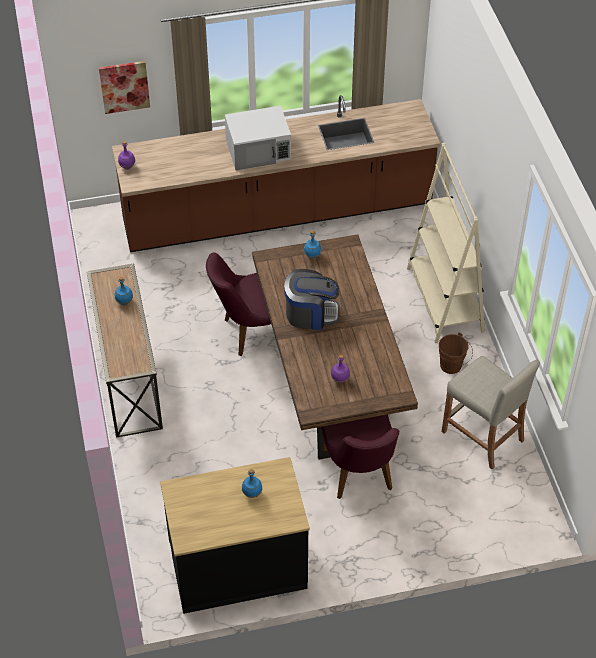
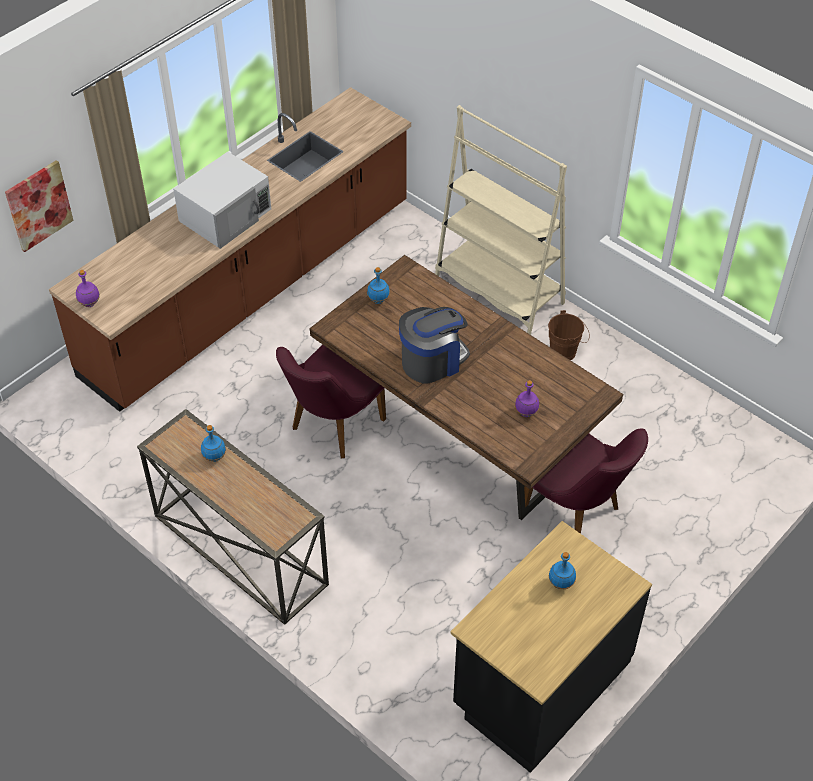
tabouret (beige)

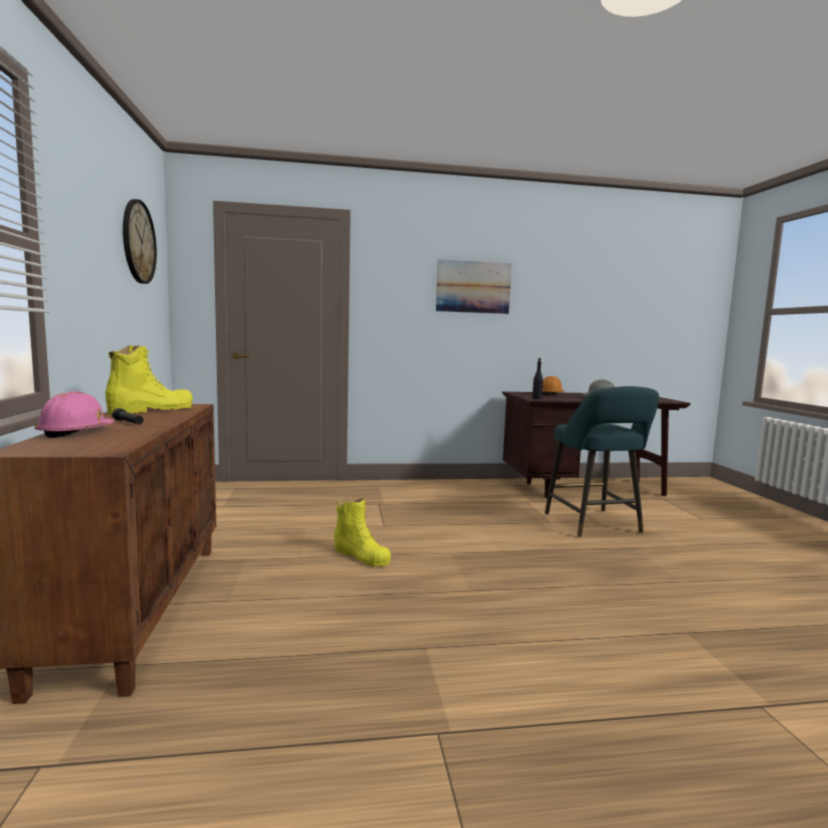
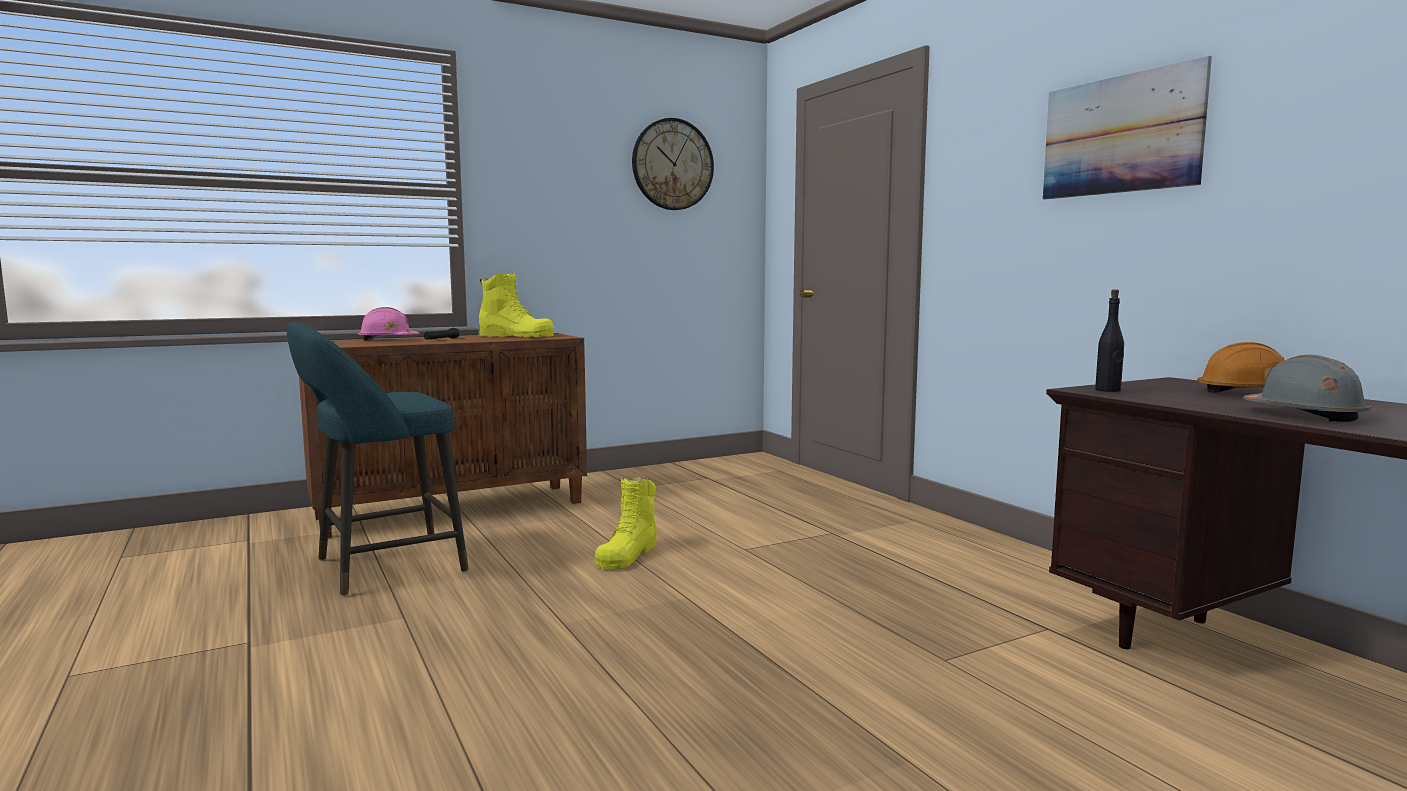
tabouret (turquoise)

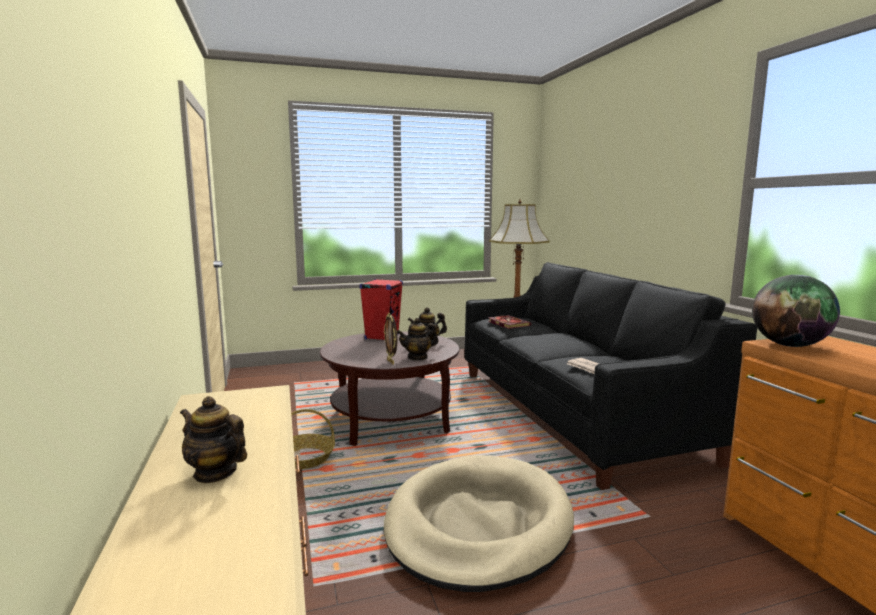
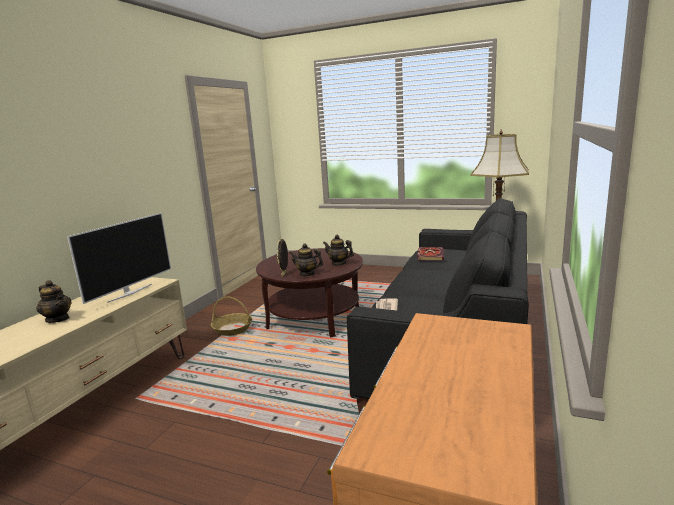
théière (1st from left)
enceinte (rouge)
panier pour chien (beige)
globe
téléviseur

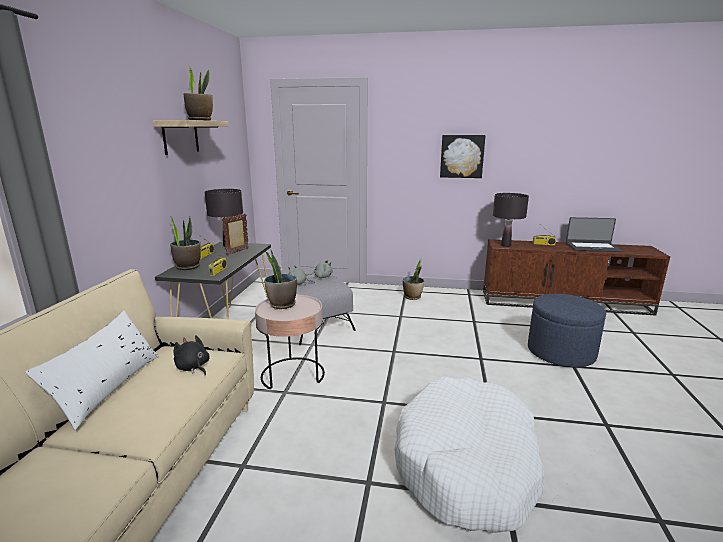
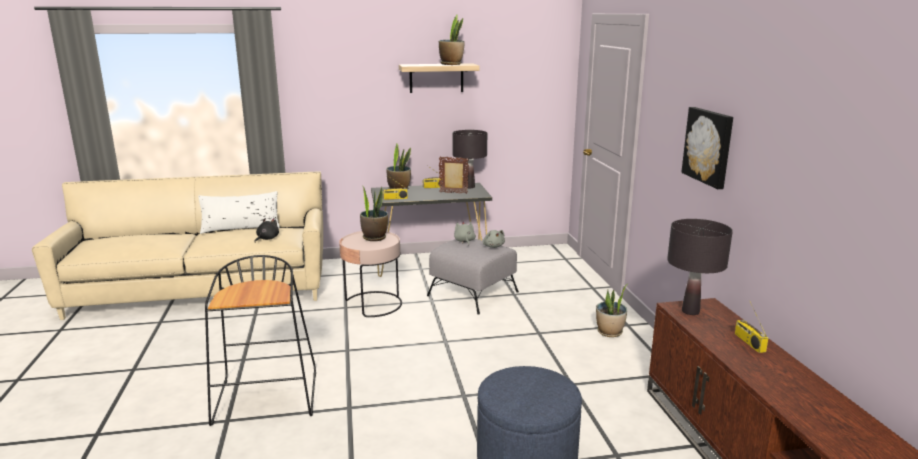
tabouret (noir)
ordinateur portable

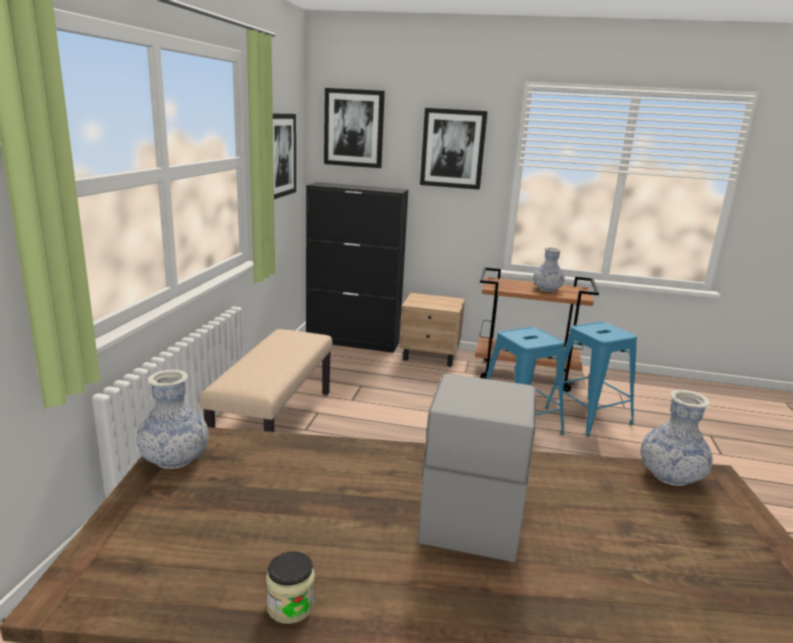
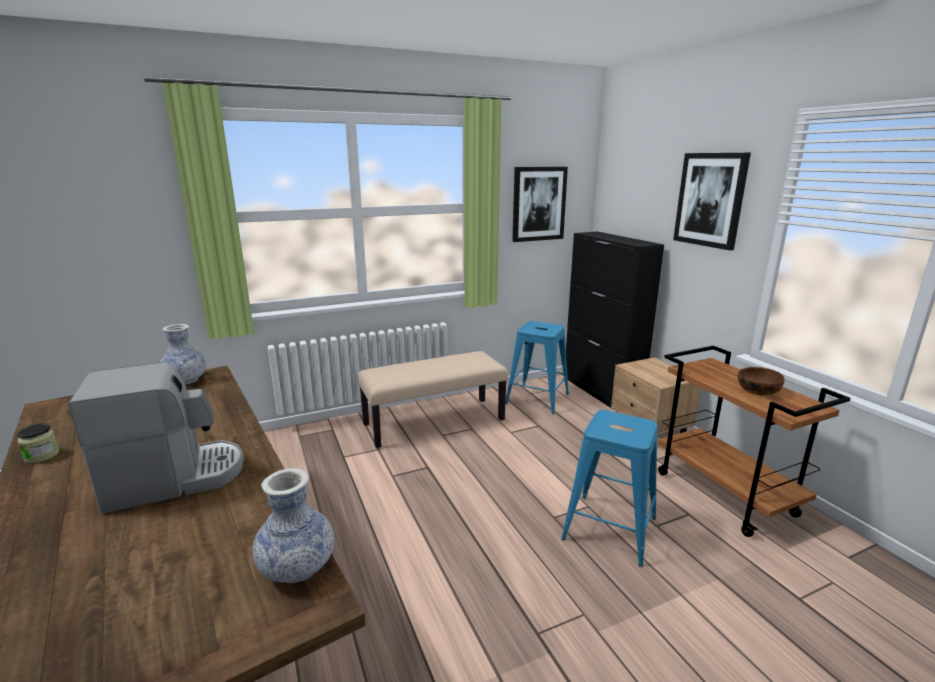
tableau (2nd from left in the first image)
bol (marron)
tabouret (bleu) (1st from left)

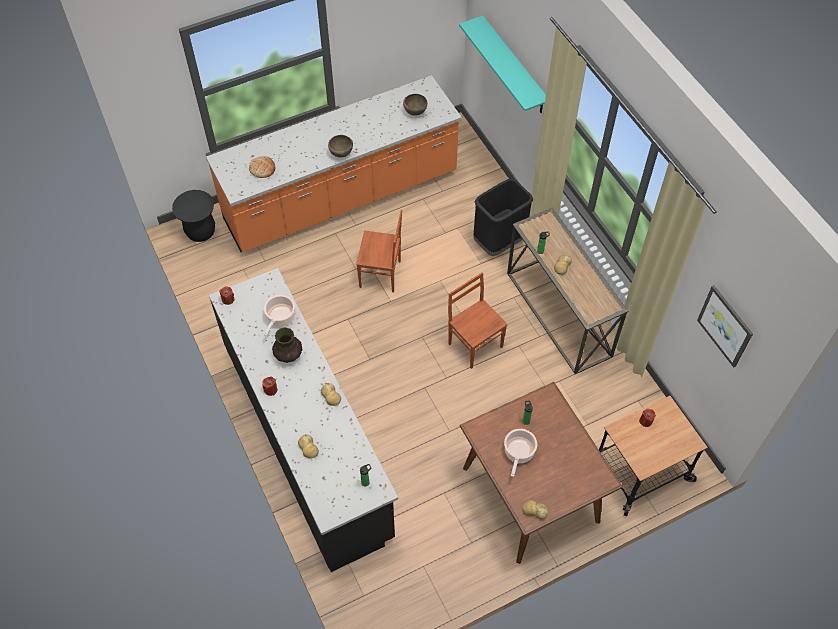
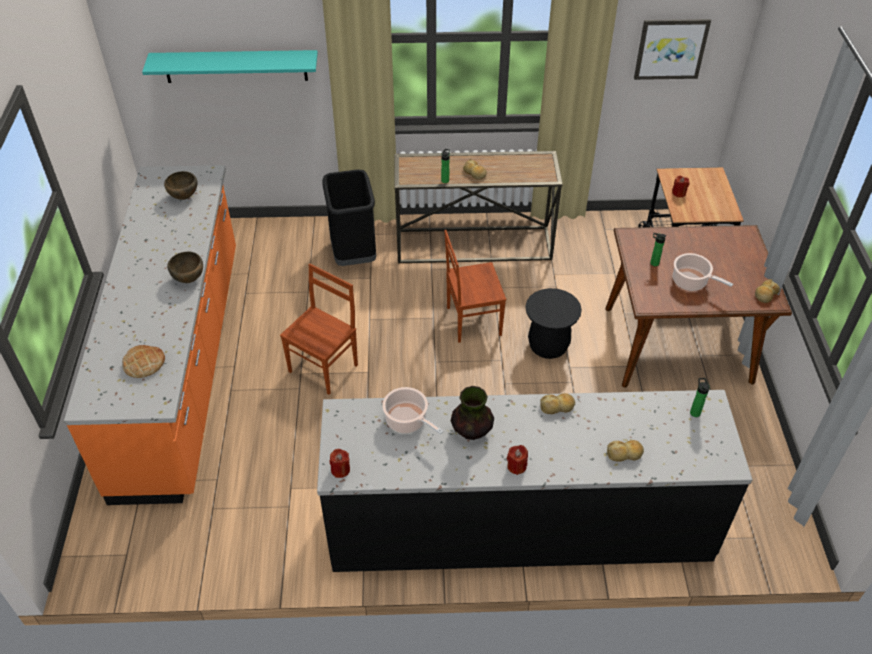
tabouret (noir)

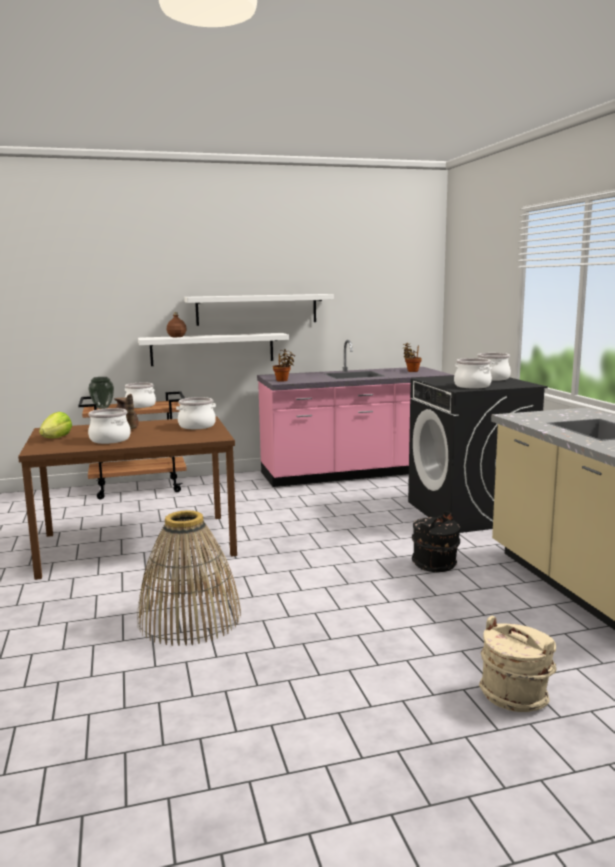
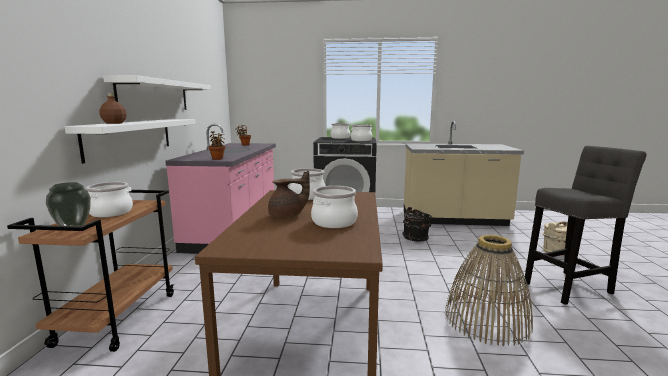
laitue
tabouret (gris)

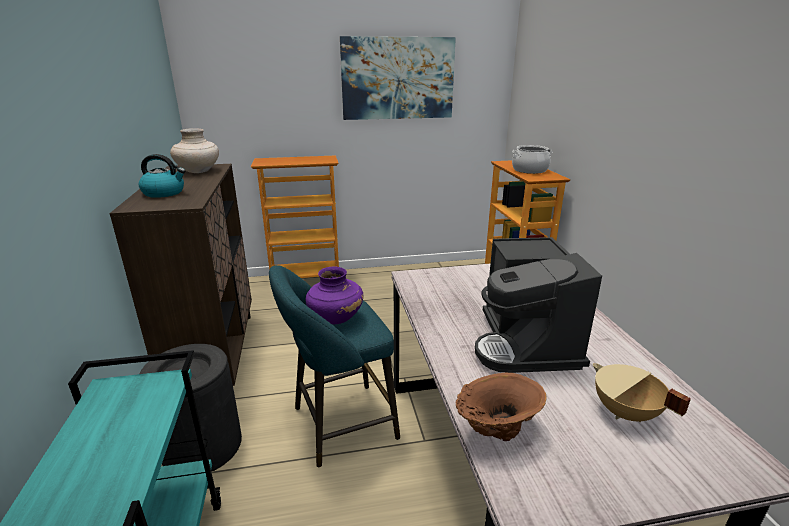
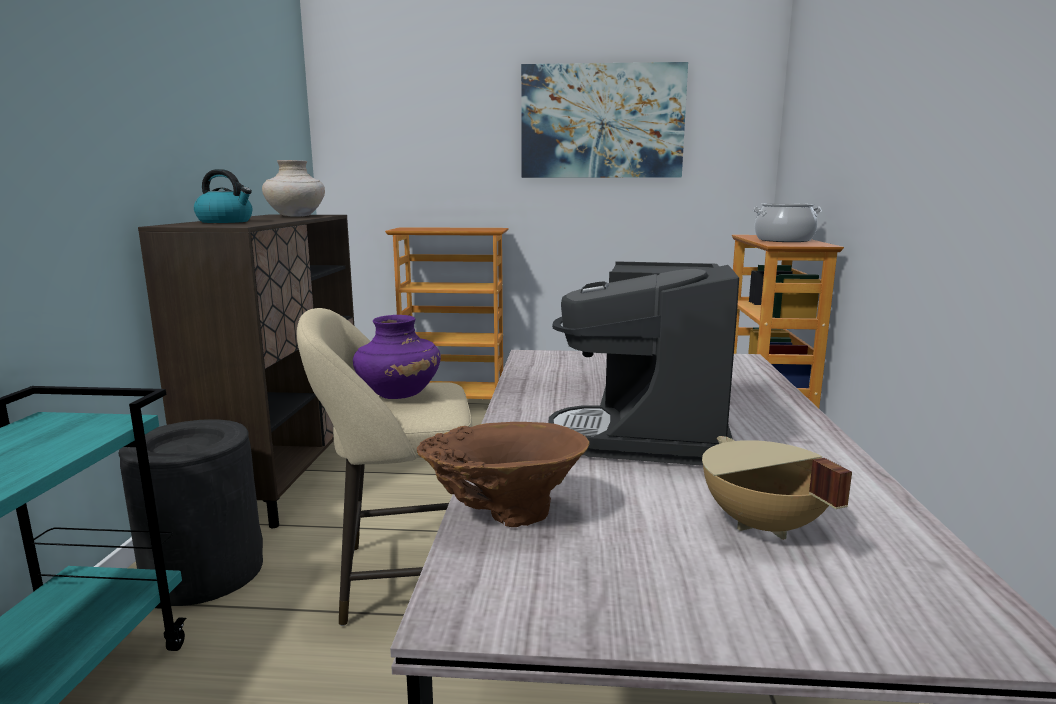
tabouret (beige)

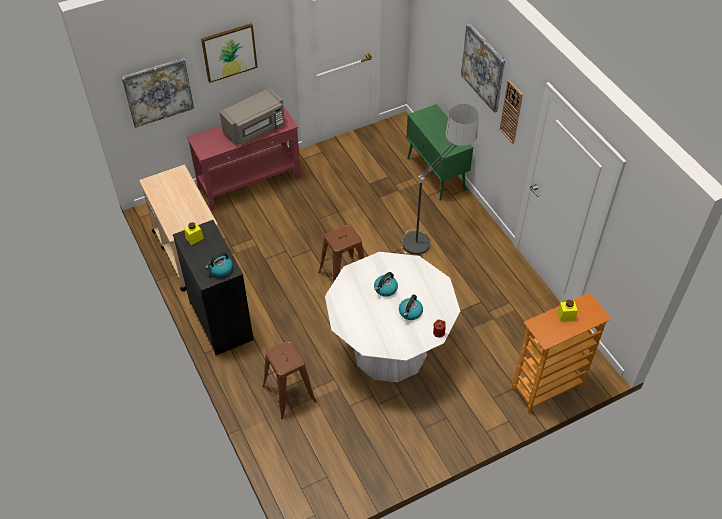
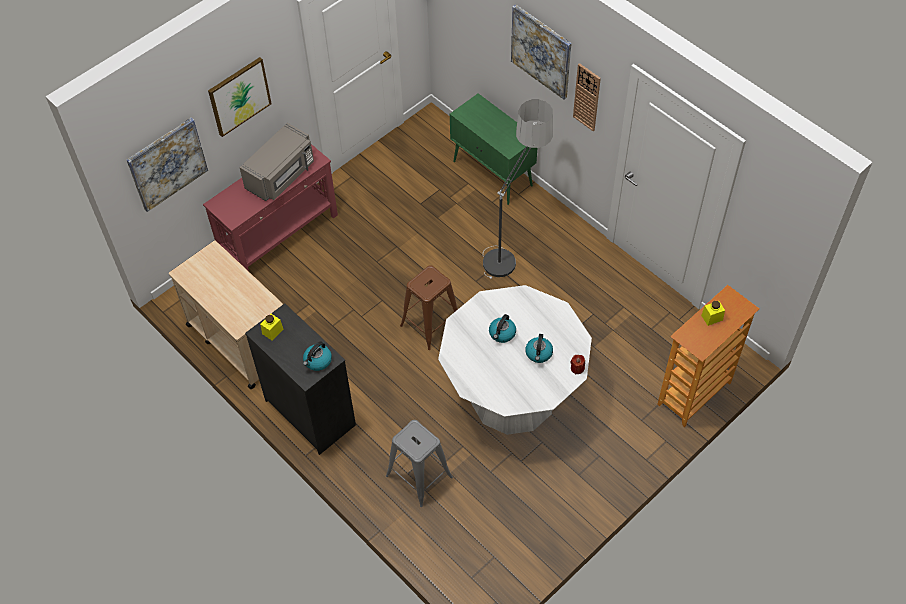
tabouret (gris)

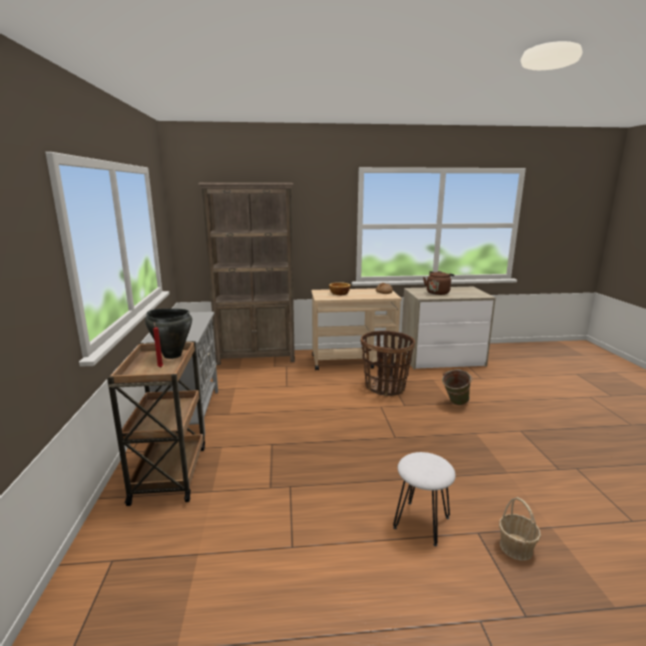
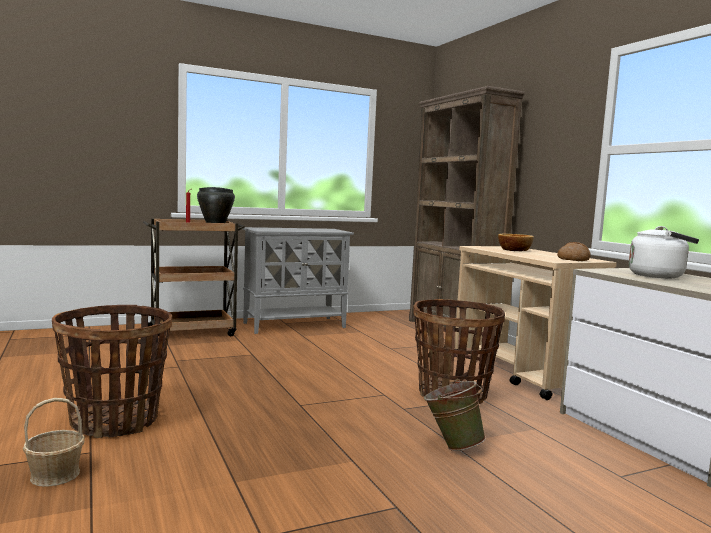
panier (2nd from left)
bouilloire (blanc)

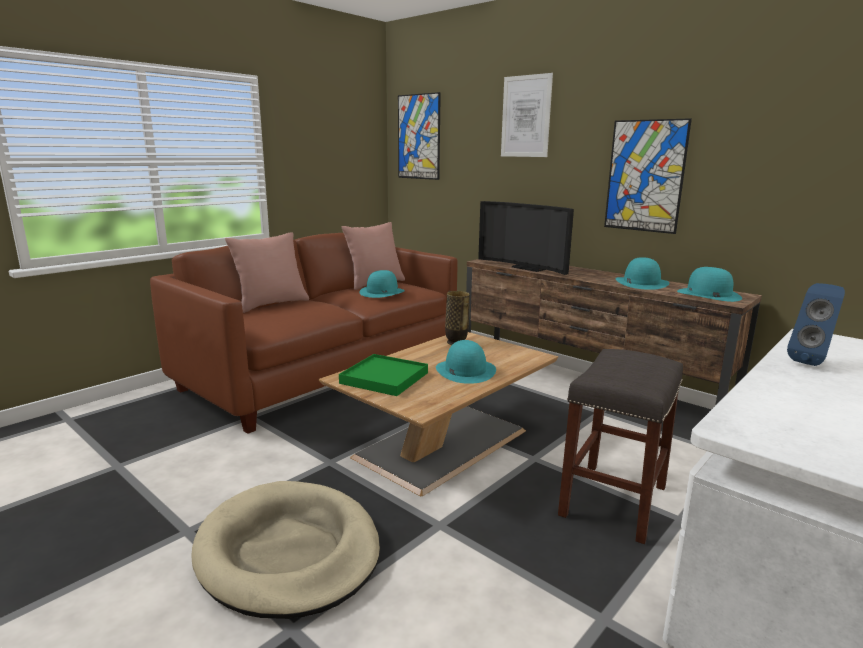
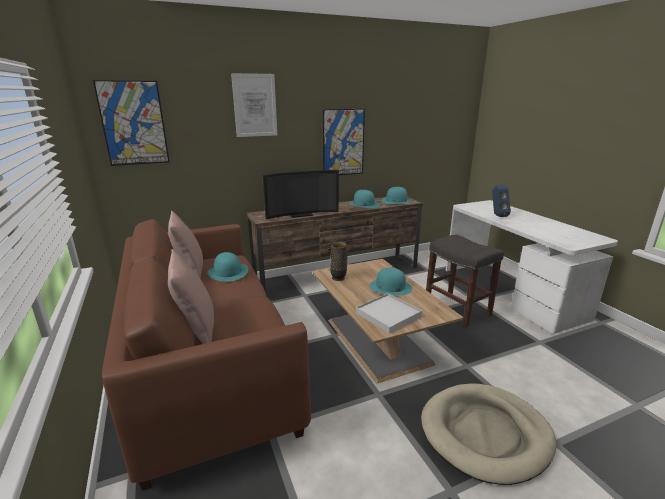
plateau (blanc)

